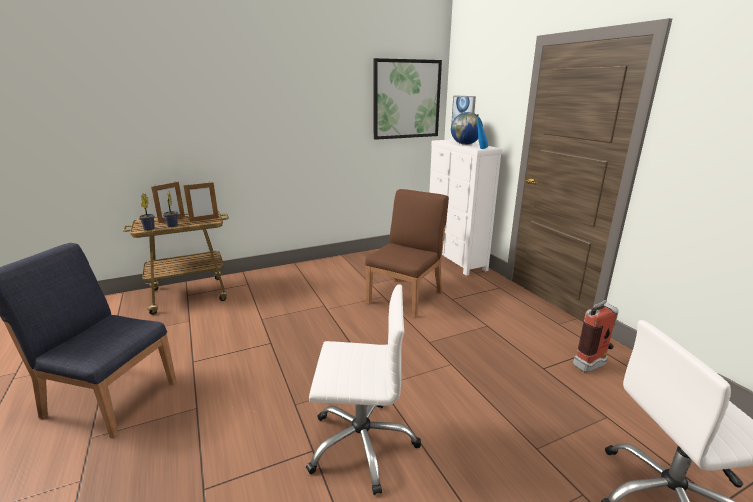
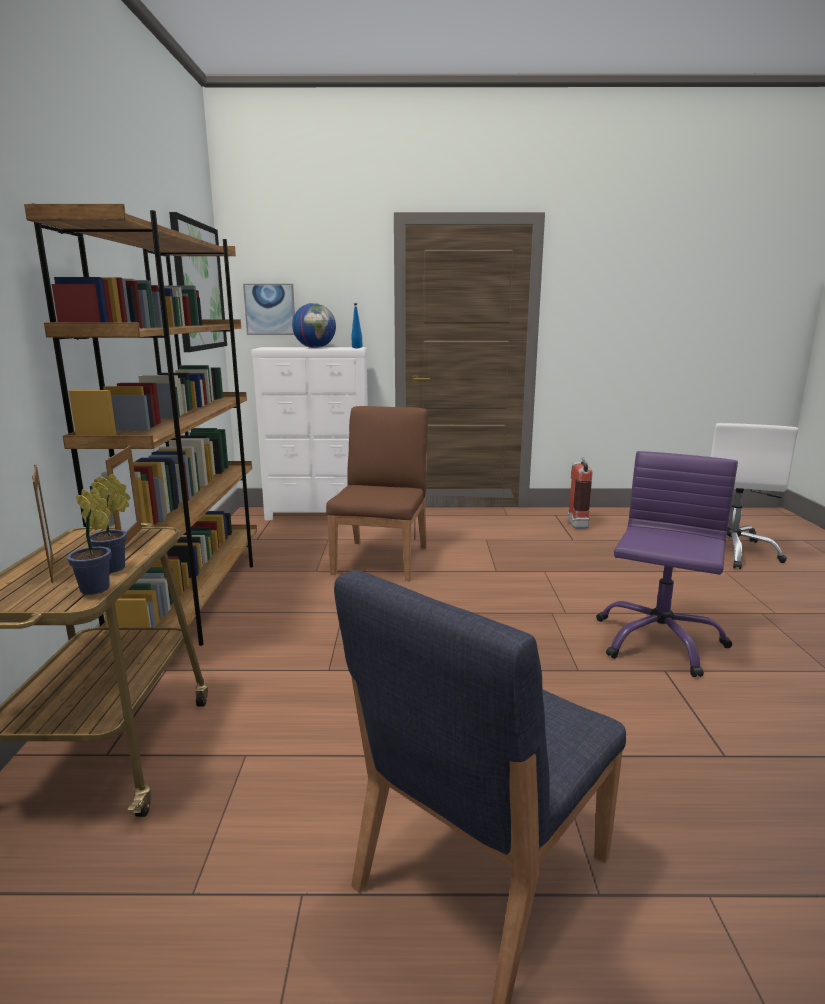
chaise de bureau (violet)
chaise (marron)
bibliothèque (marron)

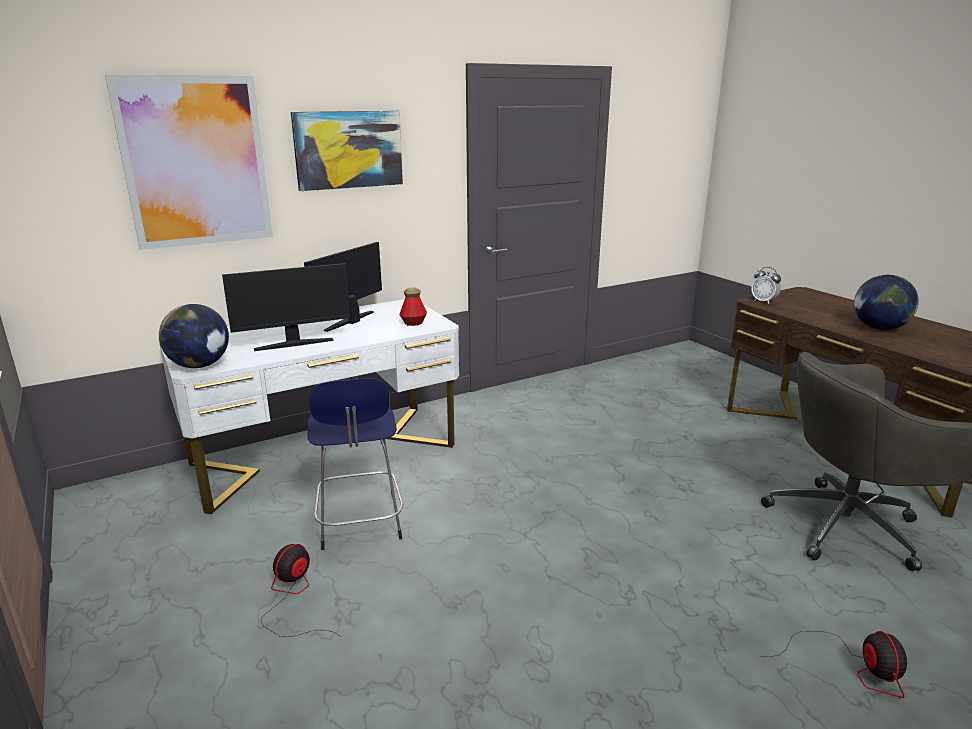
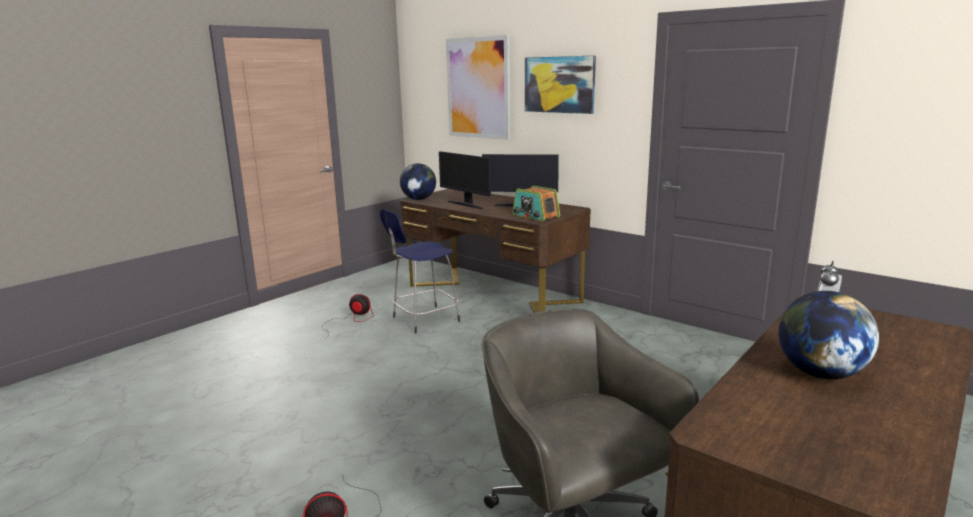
bureau (marron) (1st from left)
radio

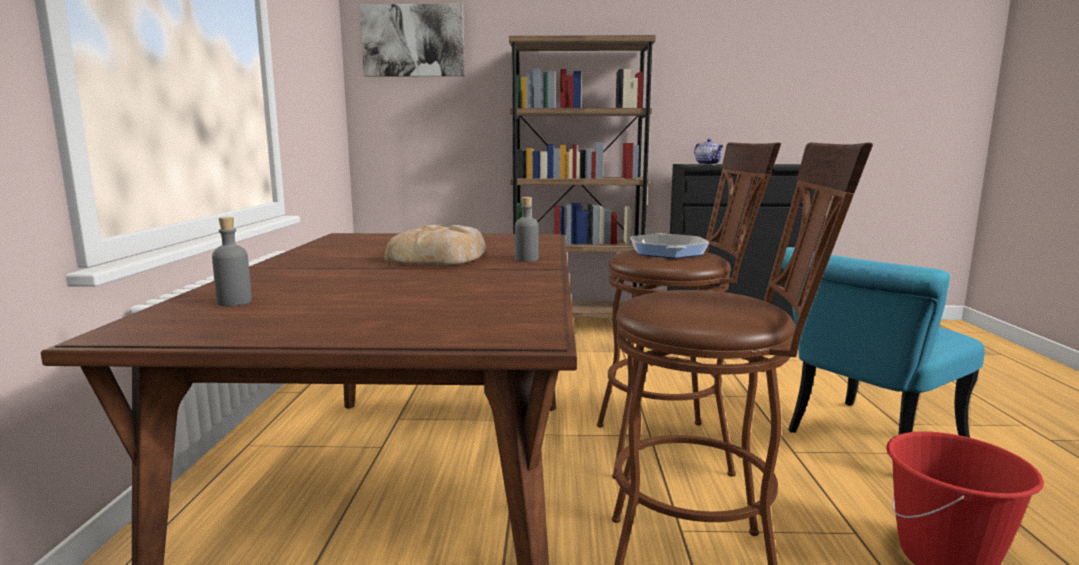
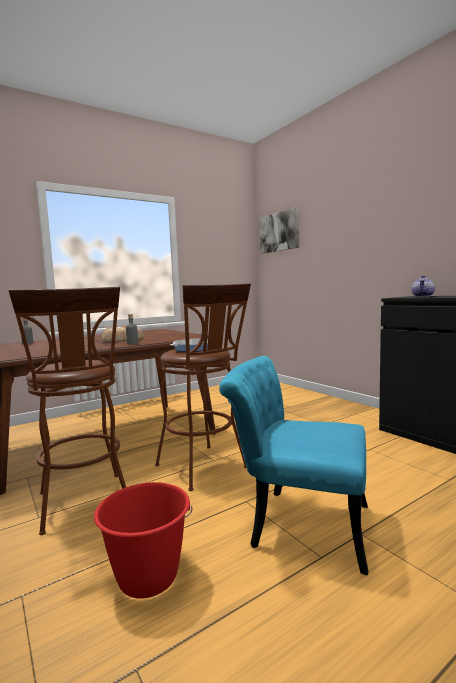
bibliothèque (marron)

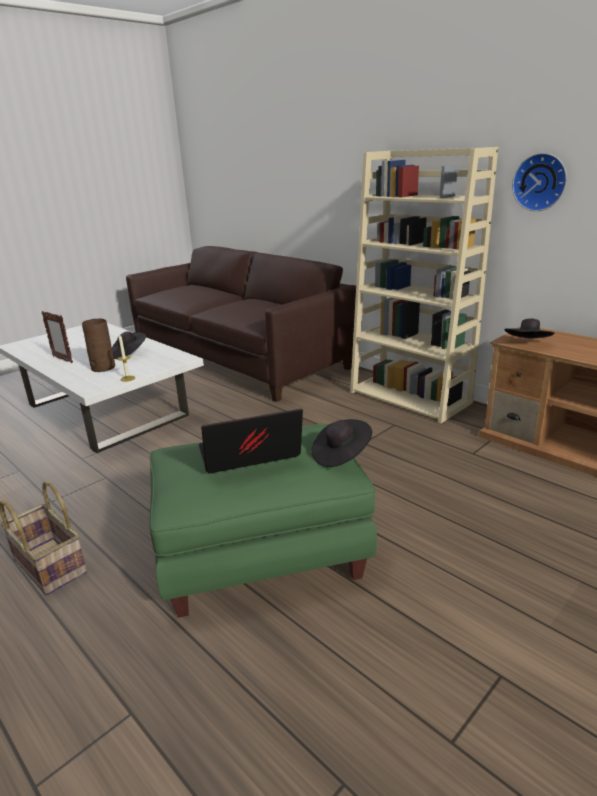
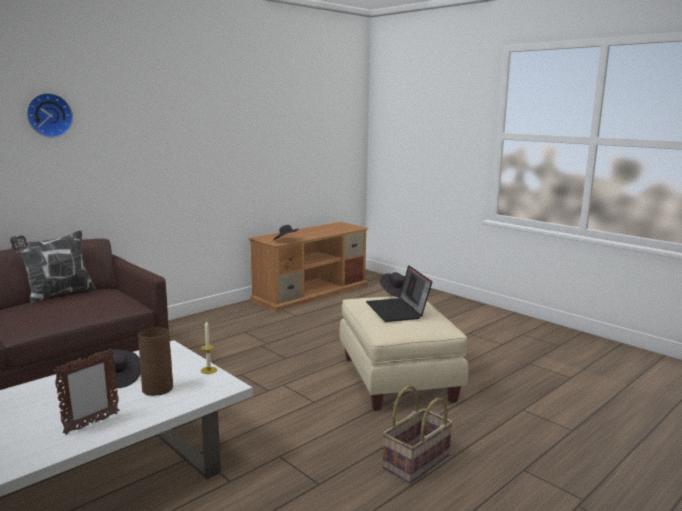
pouf (beige)
bibliothèque (beige)
horloge murale
coussin

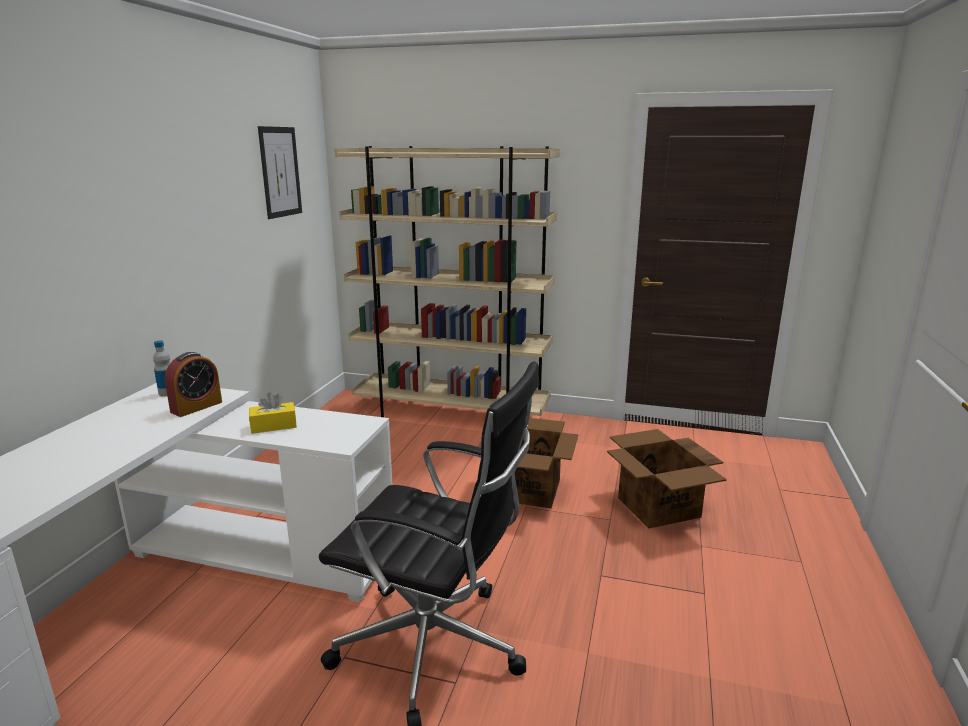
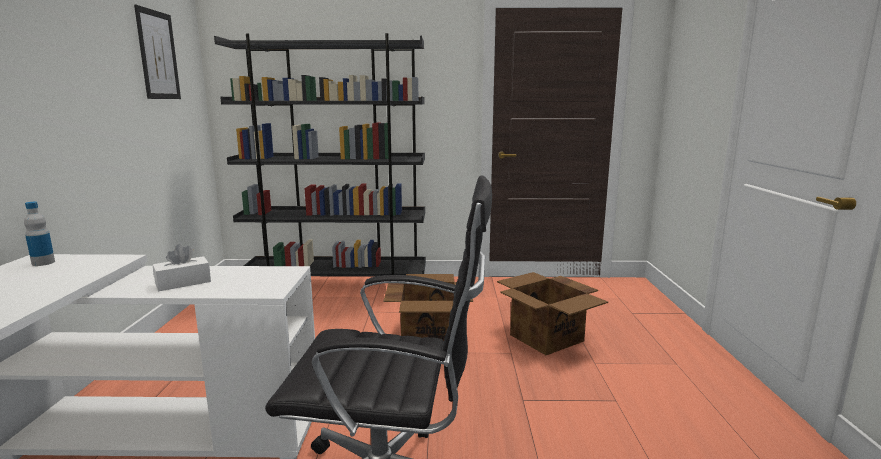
réveil
boîte à mouchoirs (blanc)
bibliothèque (noir)

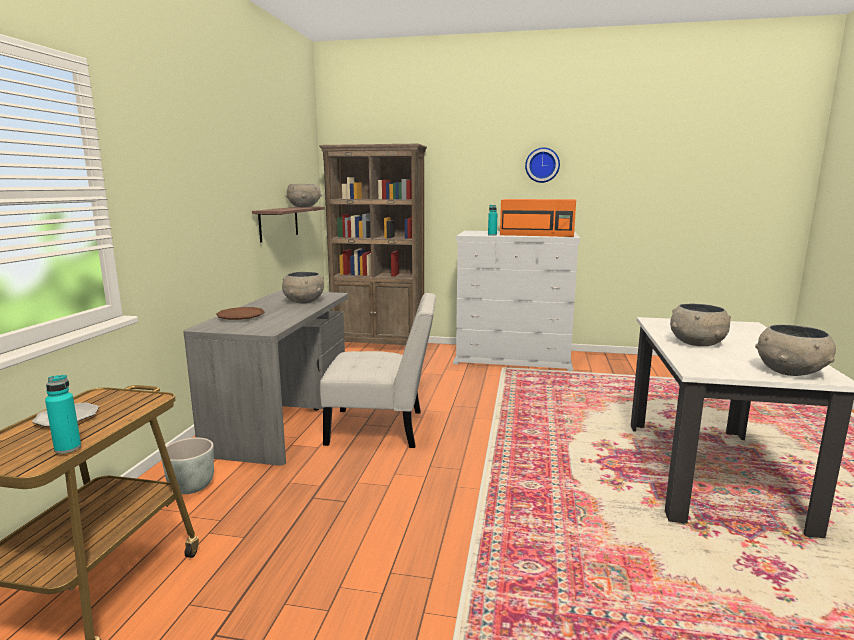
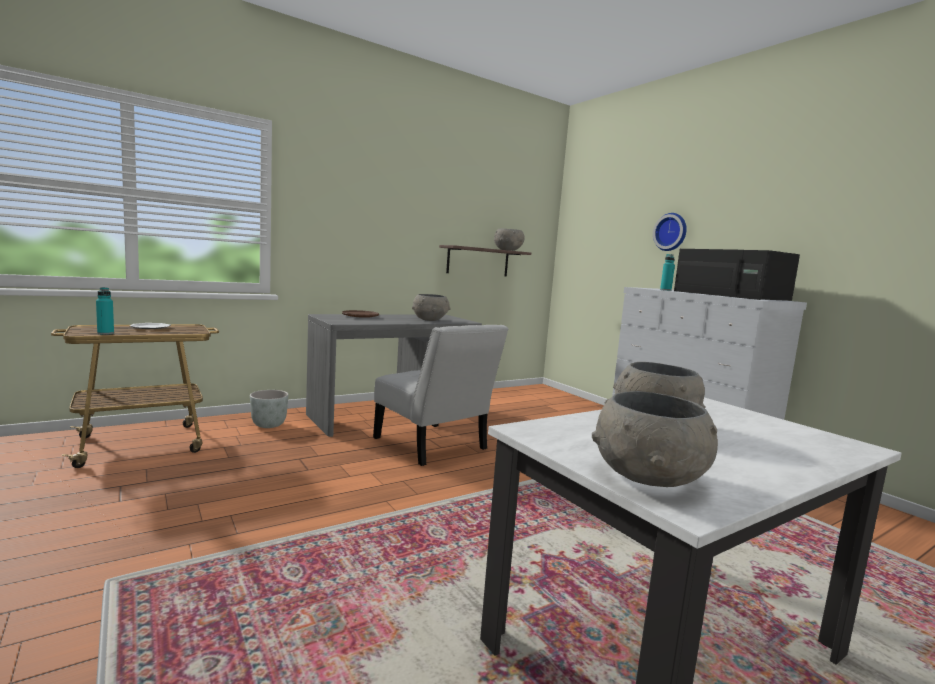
bibliothèque (marron)
micro-ondes (noir)
horloge murale

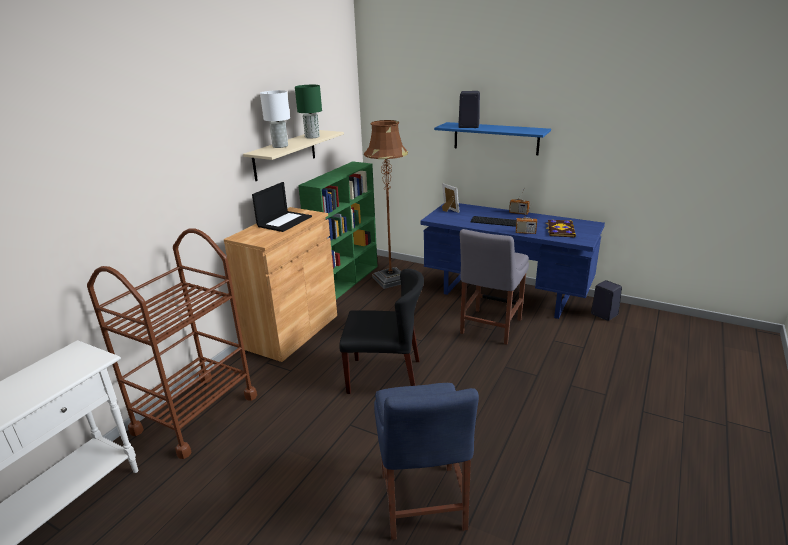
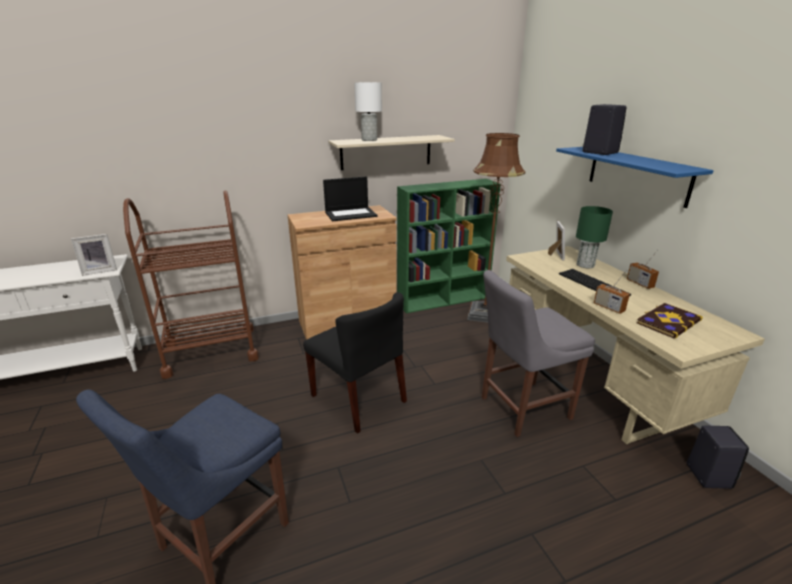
lampe de table (vert)
bureau (beige)
cadre photo (1st from left)

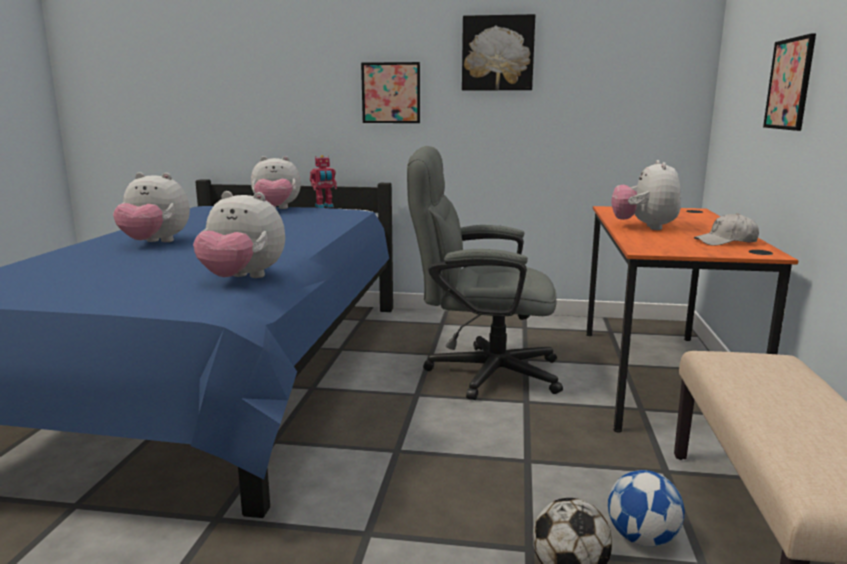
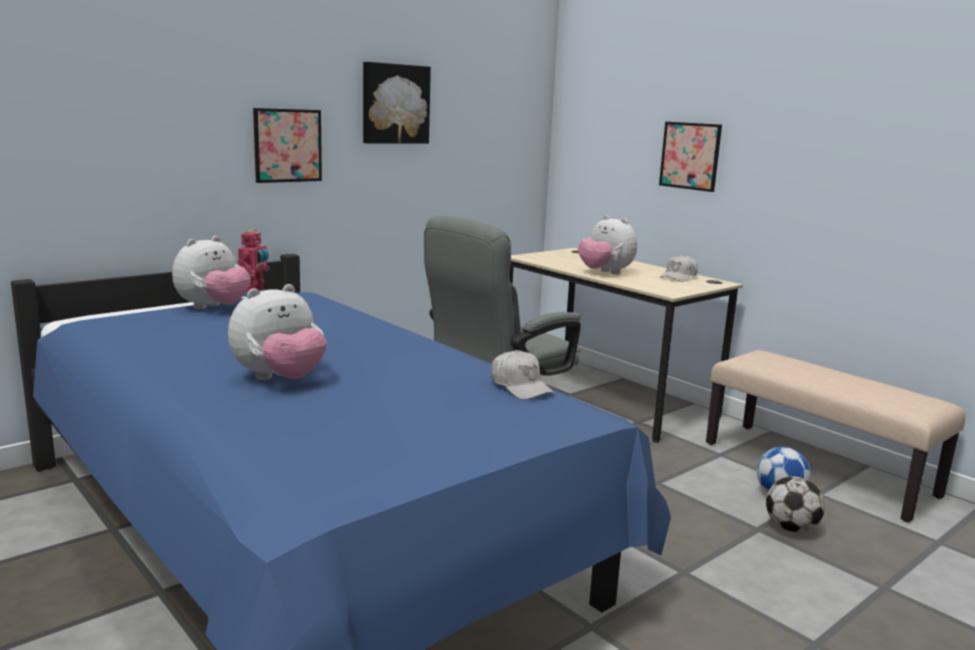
casquette (blanc) (1st from left)
bureau (beige)

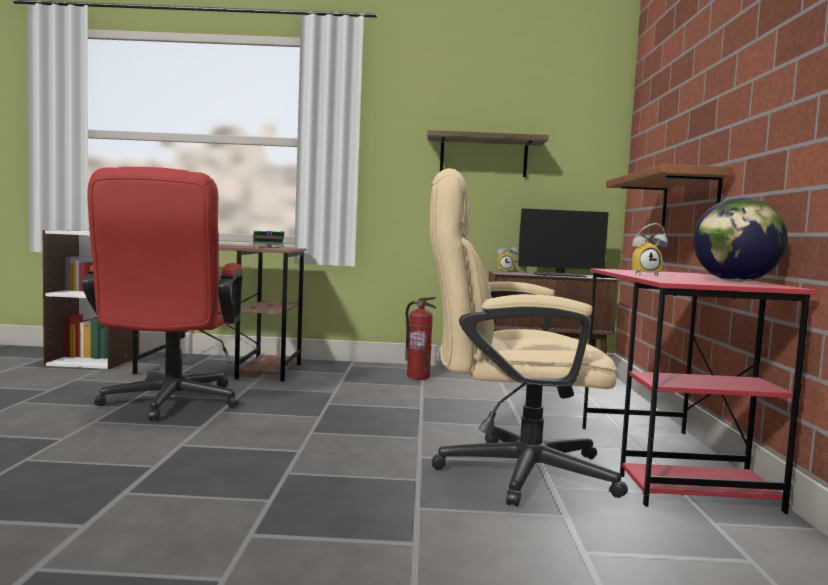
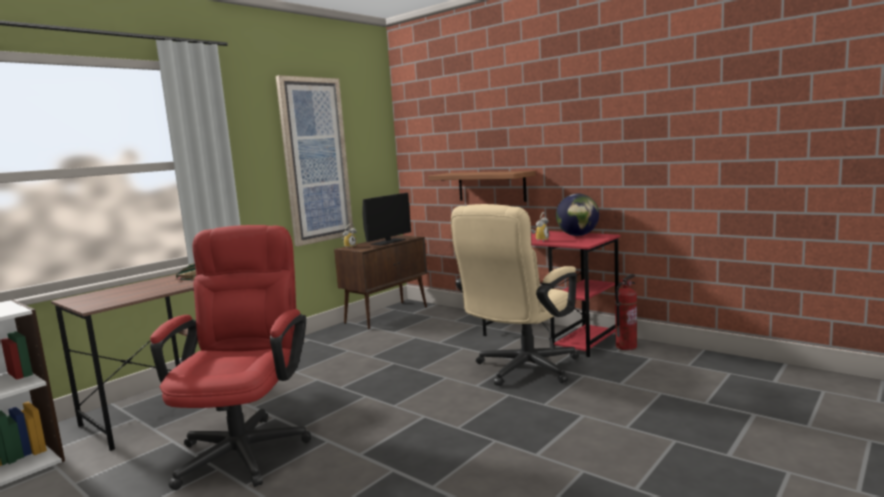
chaise de bureau (rouge)
extincteur
tableau

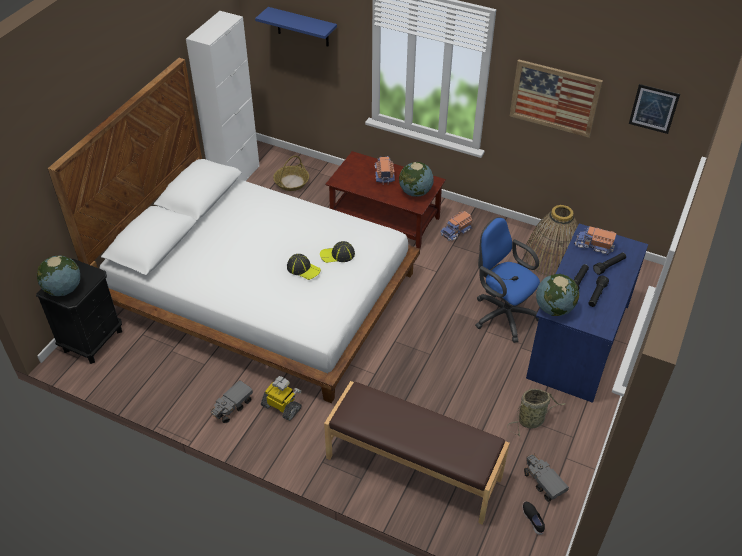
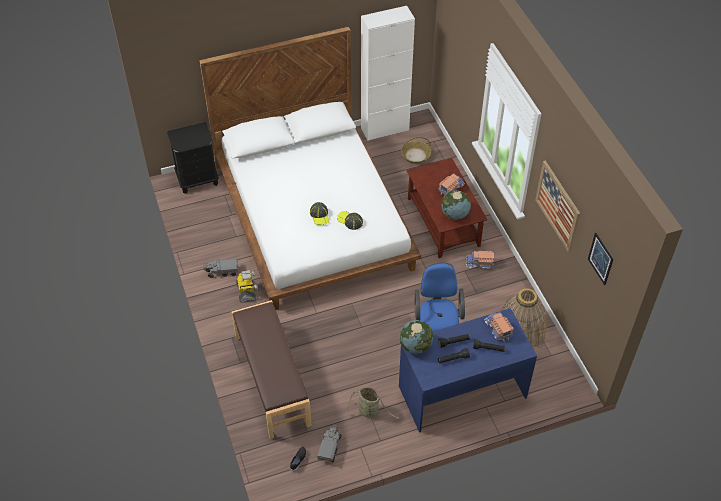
globe (1st from left in the first image)
étagère (bleu)

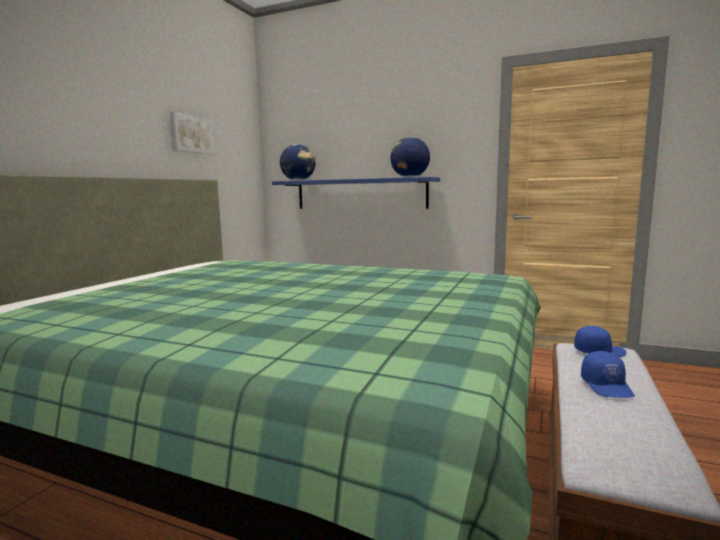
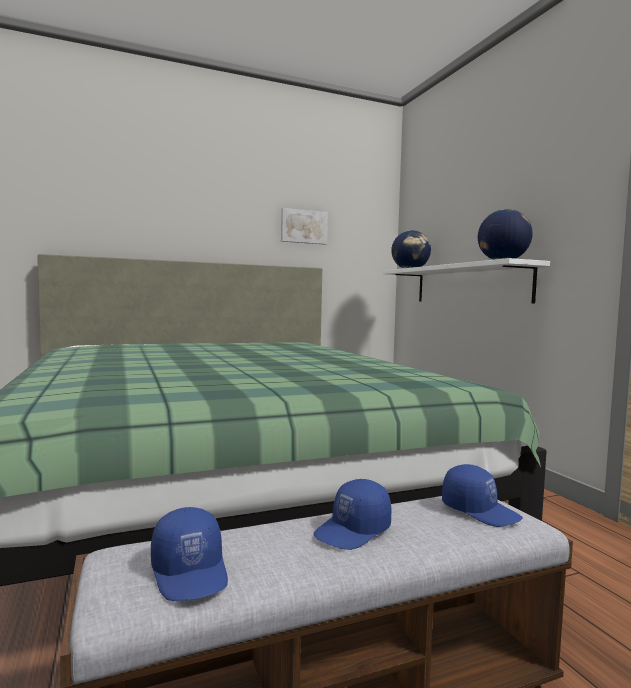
étagère (blanc)
casquette (bleu) (1st from left)

